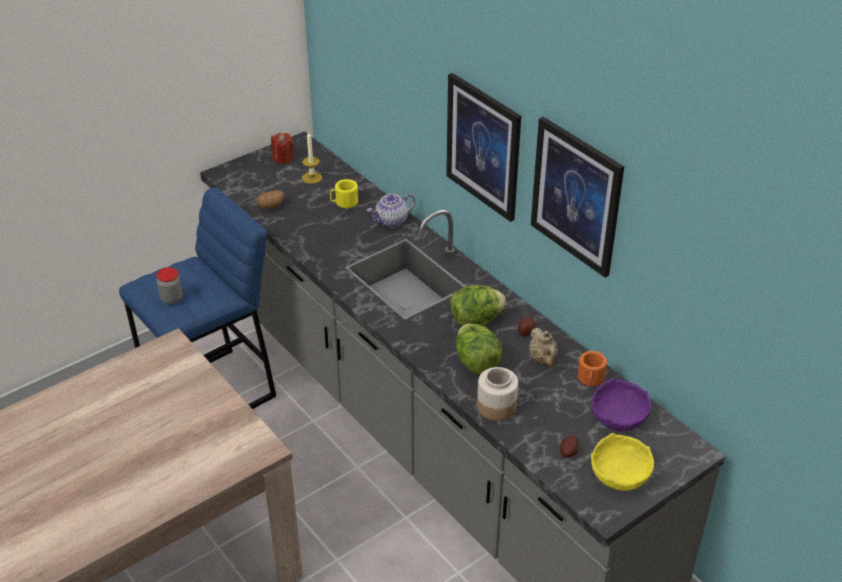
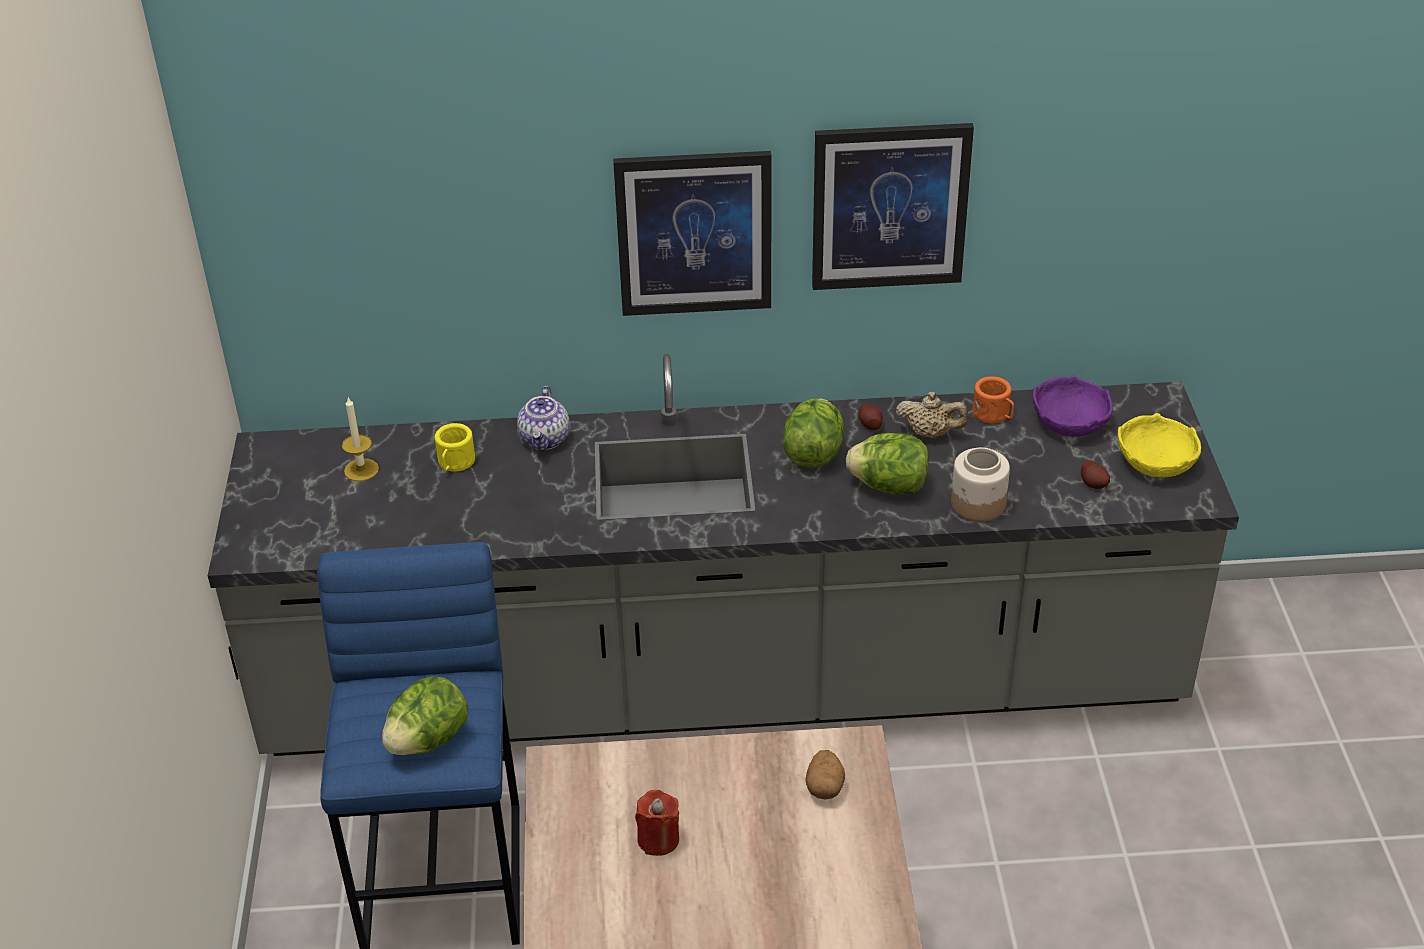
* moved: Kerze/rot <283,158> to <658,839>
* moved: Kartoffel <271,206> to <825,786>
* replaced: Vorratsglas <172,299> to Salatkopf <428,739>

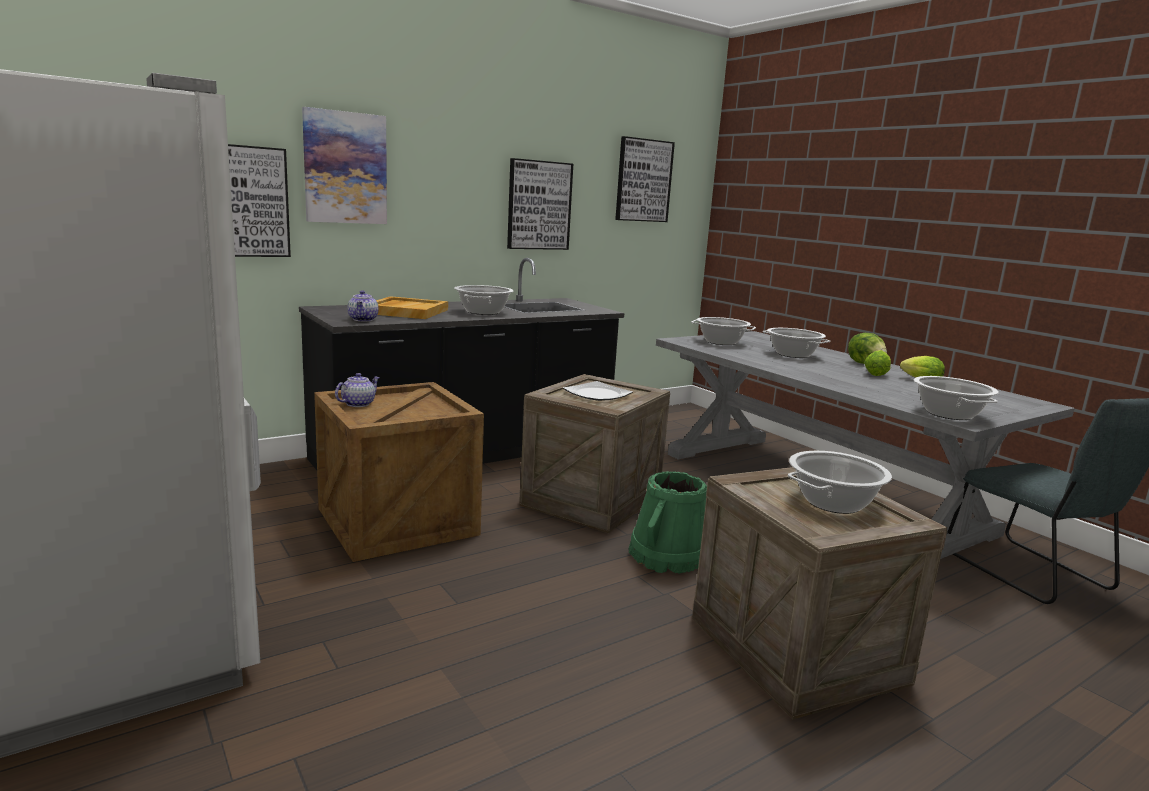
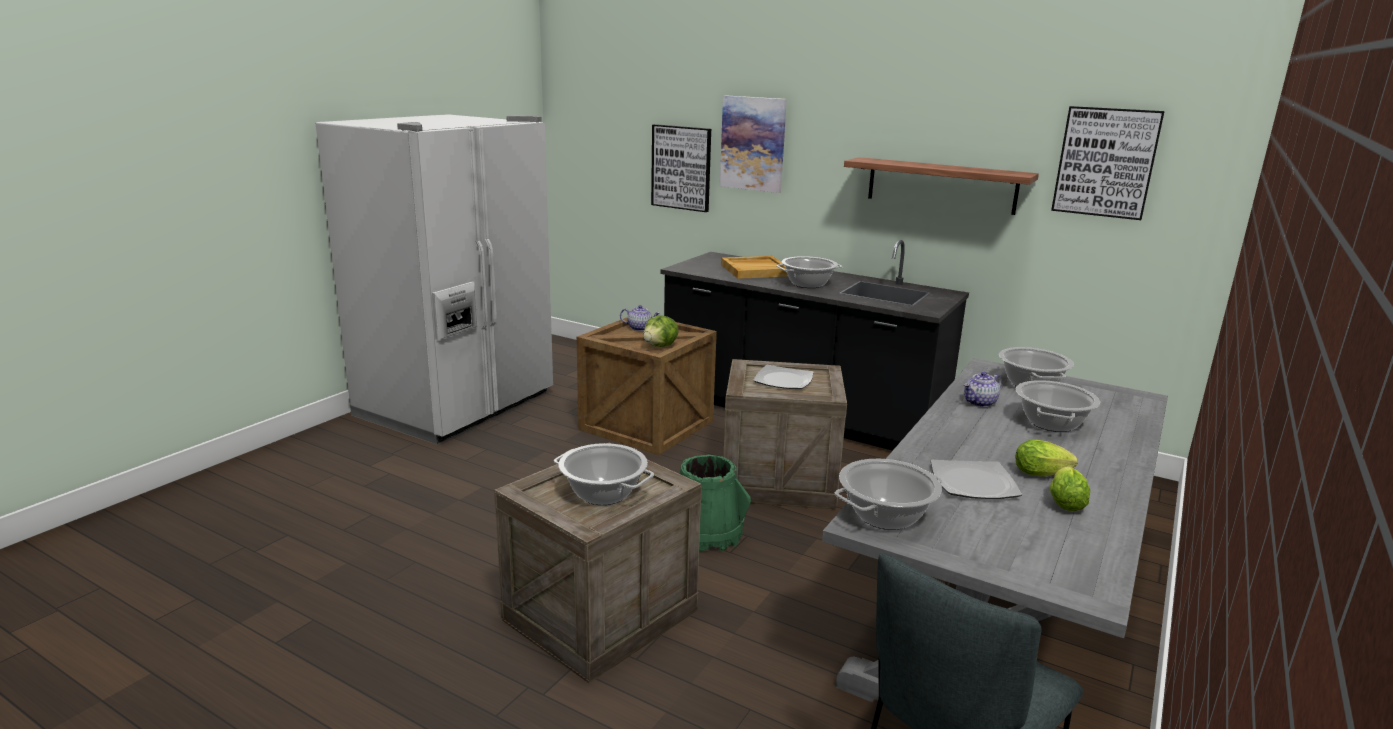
* replaced: Bild <539,205> to Wandregal <941,185>
* moved: Teekanne <363,319> to <980,403>
* moved: Salatkopf <865,363> to <660,346>
* added: Teller <974,482>

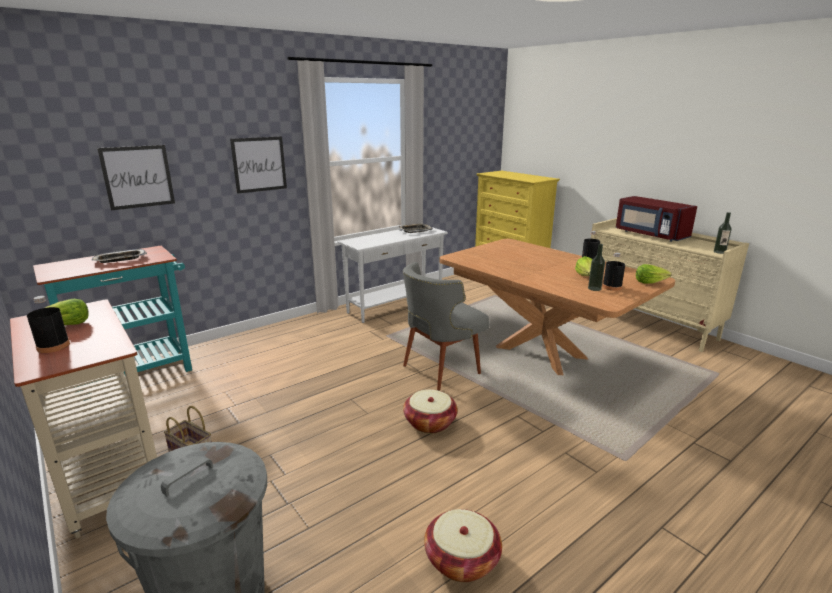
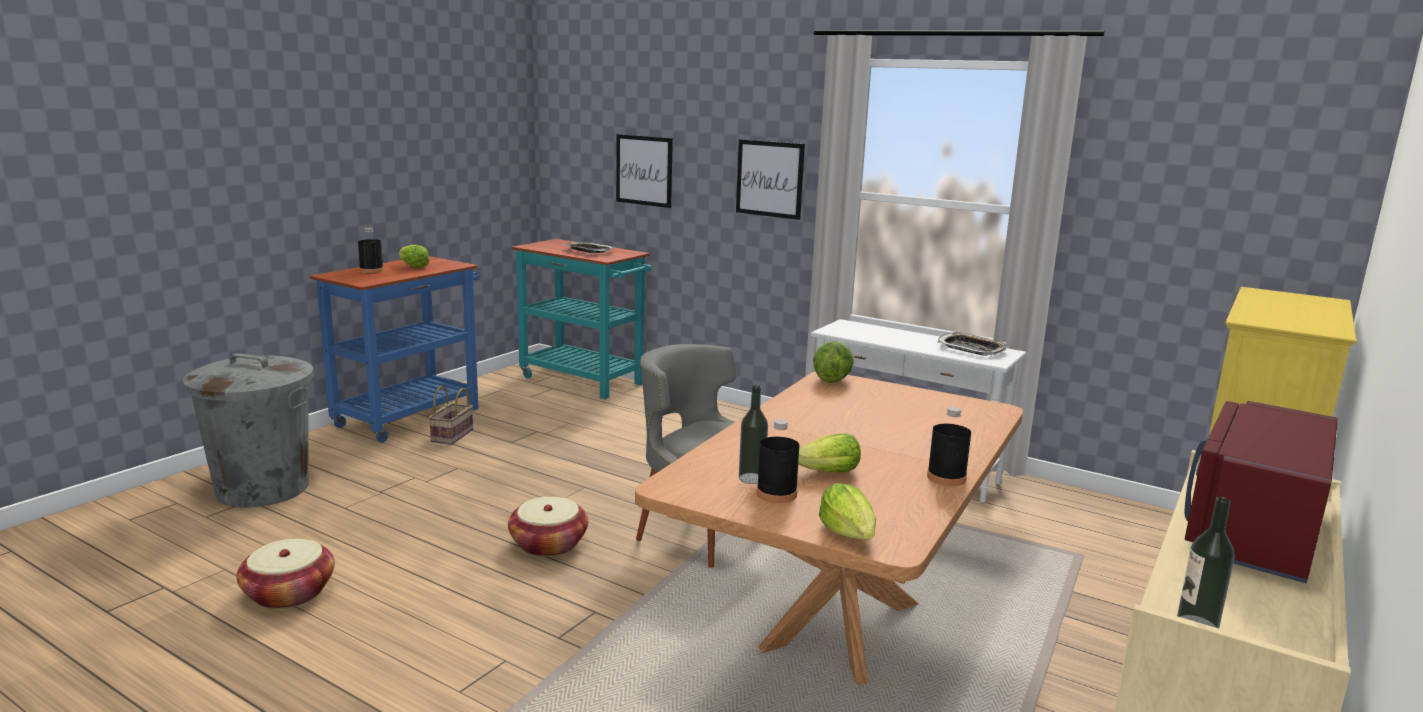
* recoloured: Rollwagen/beige <109,480> to Rollwagen/blau <409,417>
* added: Salatkopf <831,380>

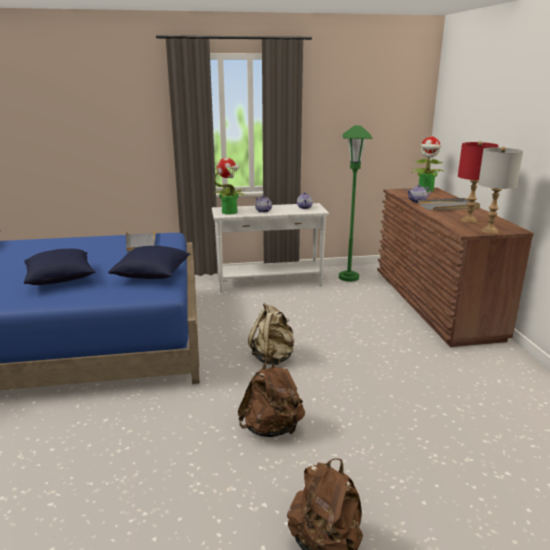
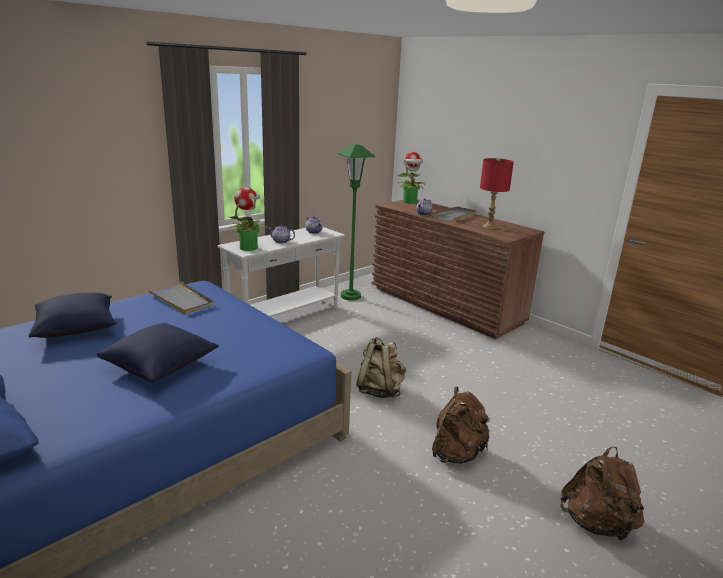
* removed: Tischlampe/grau <489,231>
* moved: Kissen/blau <153,275> to <77,329>

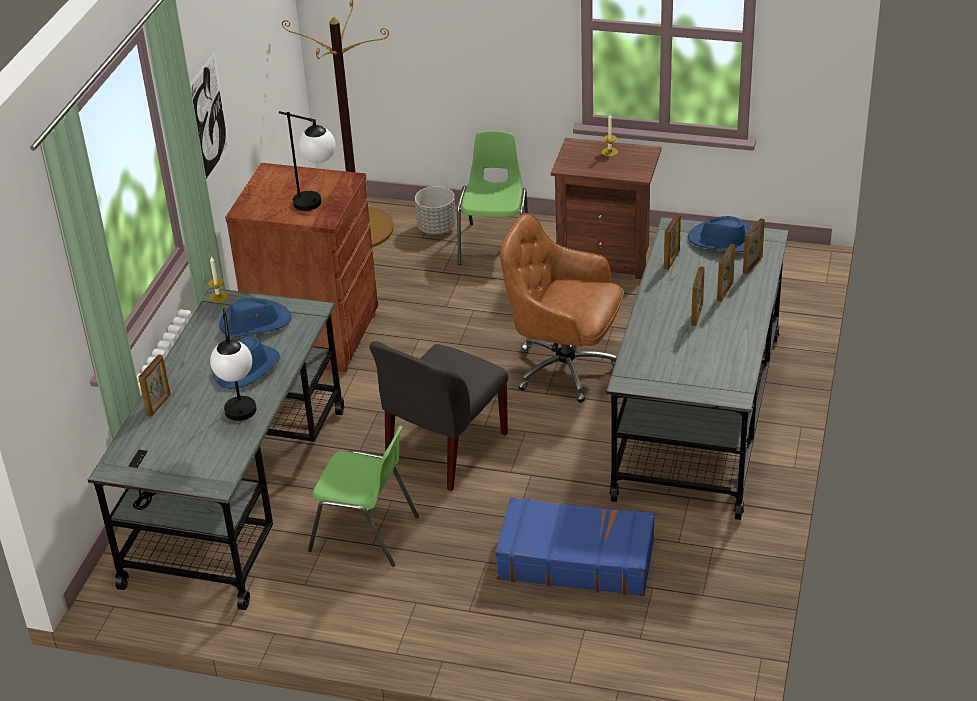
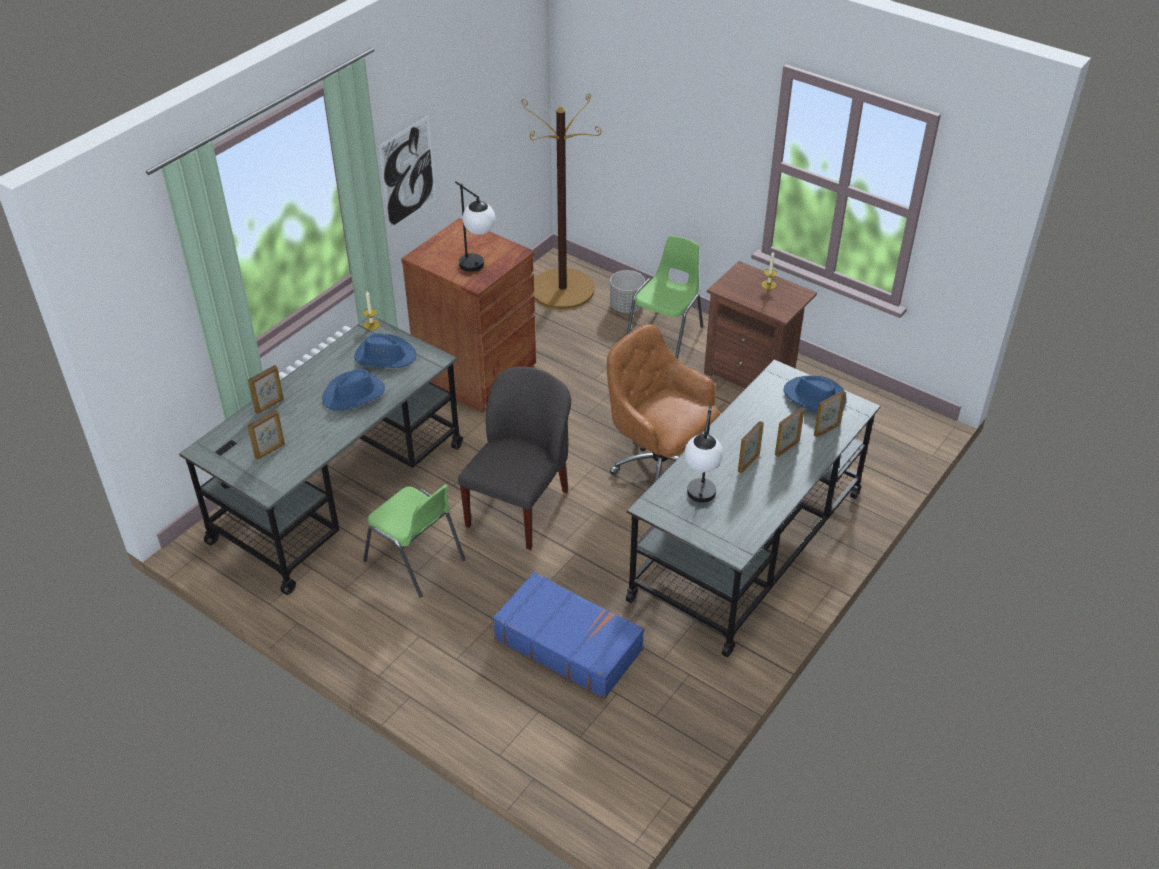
* moved: Bilderrahmen <672,260> to <270,451>
* moved: Tischlampe <242,419> to <700,500>
* turned: Stuhl/grau <444,450> = <519,507> 150 degrees clockwise

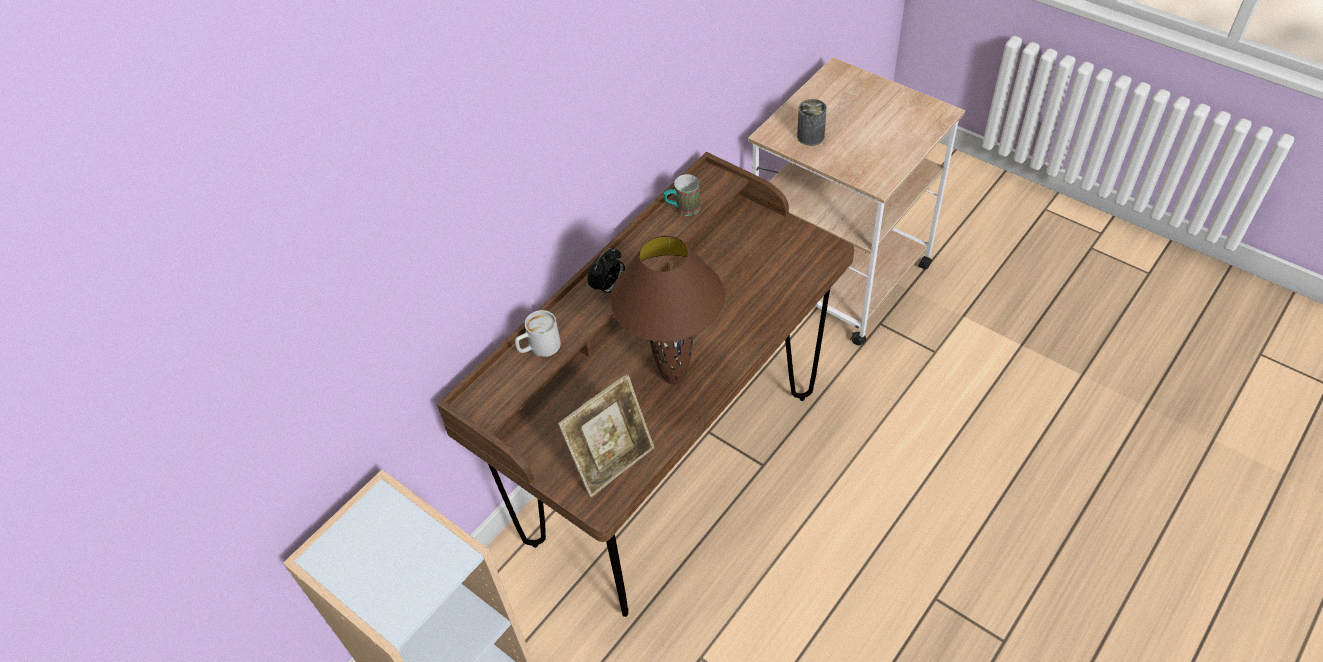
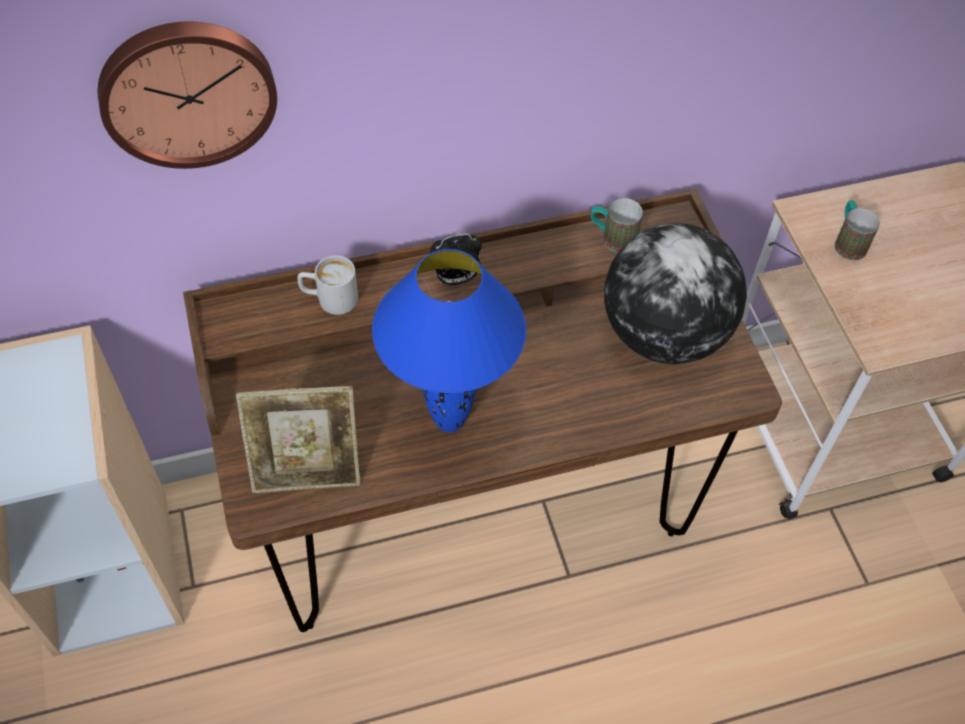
* replaced: Dose <810,136> to Henkelbecher <848,242>
* recoloured: Tischlampe/braun <673,377> to Tischlampe/blau <447,421>
* added: Wanduhr <187,91>
* added: Globus <664,335>

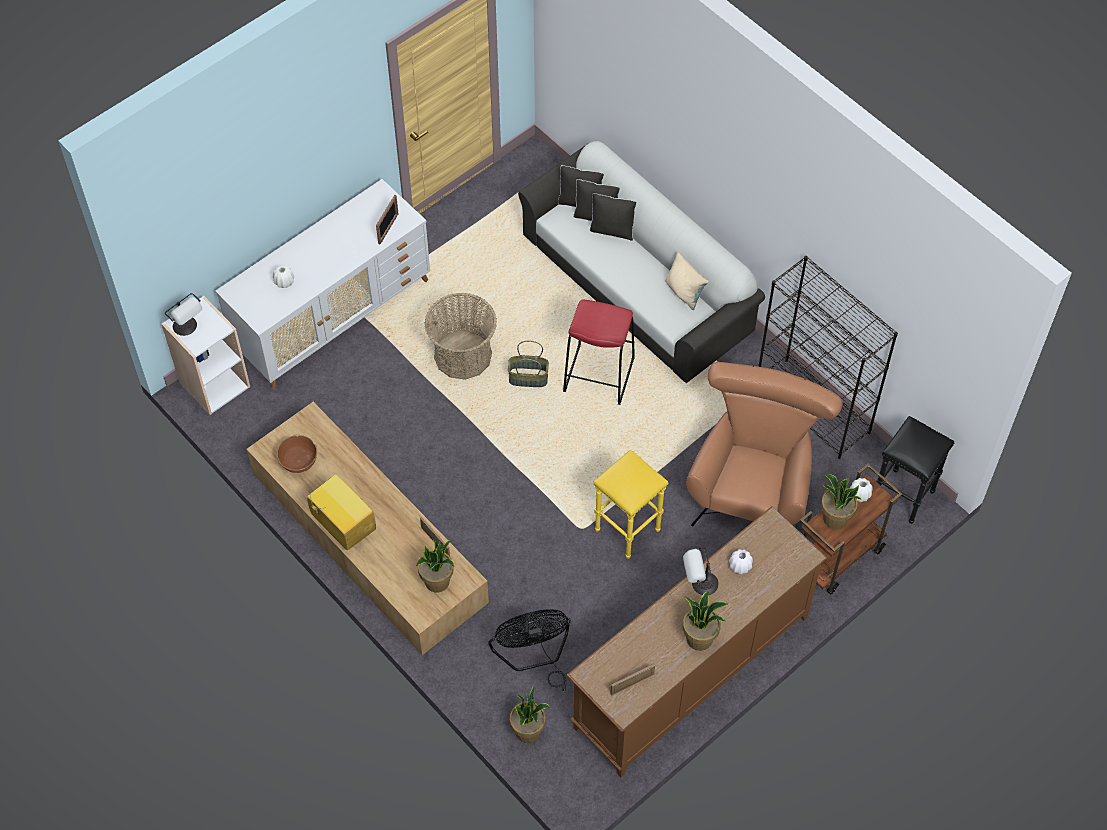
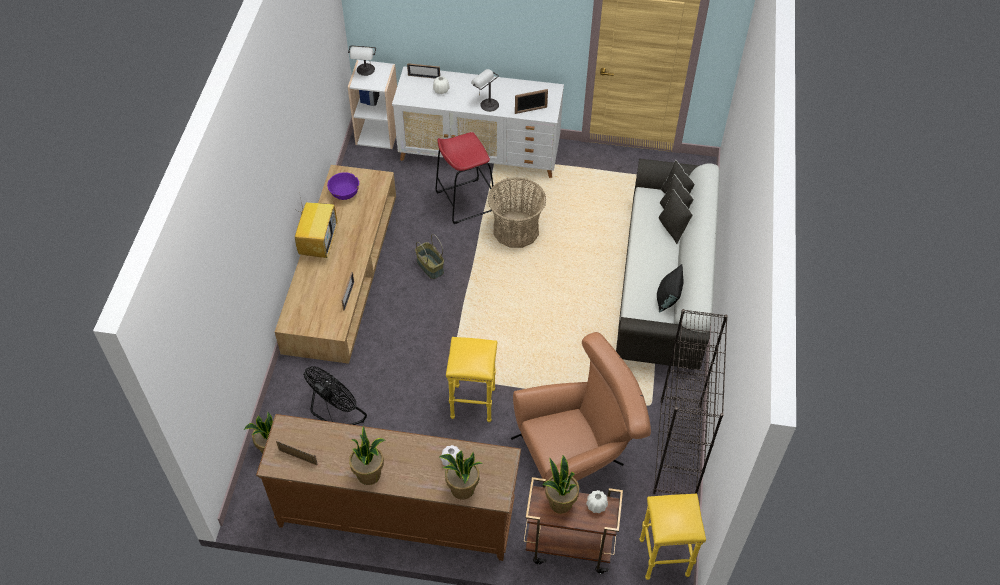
* recoloured: Kissen/beige <684,292> to Kissen/schwarz <668,298>
* moved: Hocker/rot <598,375> to <465,201>
* moved: Korb <528,378> to <429,266>
* recoloured: Hocker/schwarz <903,497> to Hocker/gelb <663,558>
* recoloured: Schüssel/braun <298,461> to Schüssel/lila <344,193>
* moved: Topfpflanze <437,582> to <462,489>
* moved: Tischlampe <699,584> to <486,103>
* added: Bilderrahmen <424,76>

